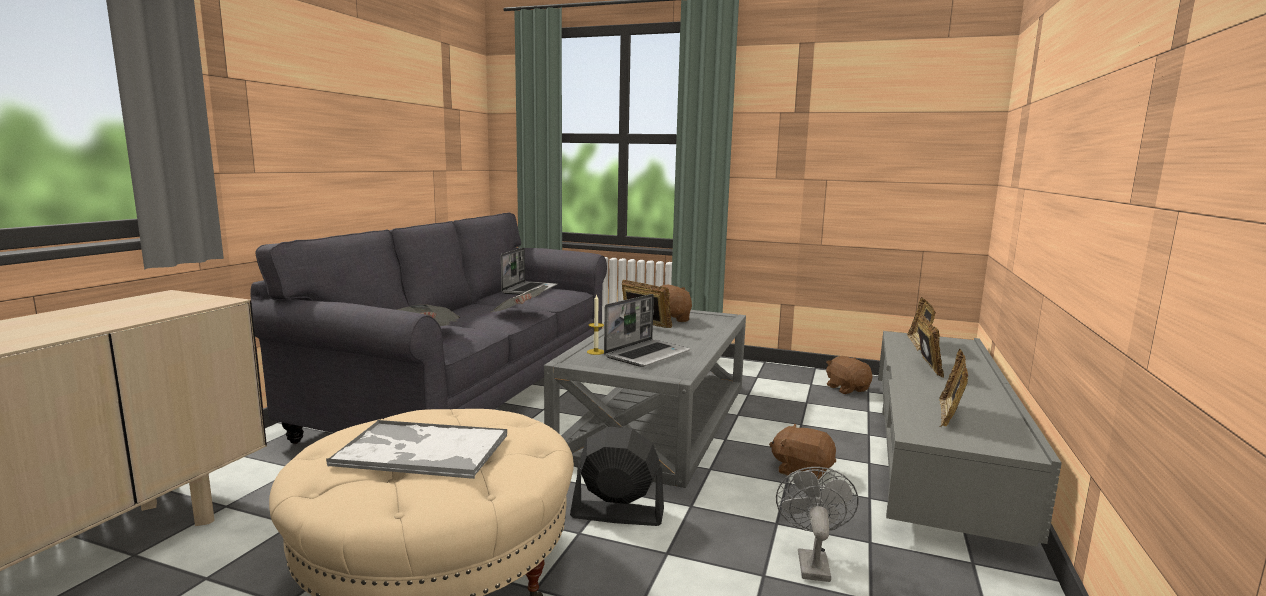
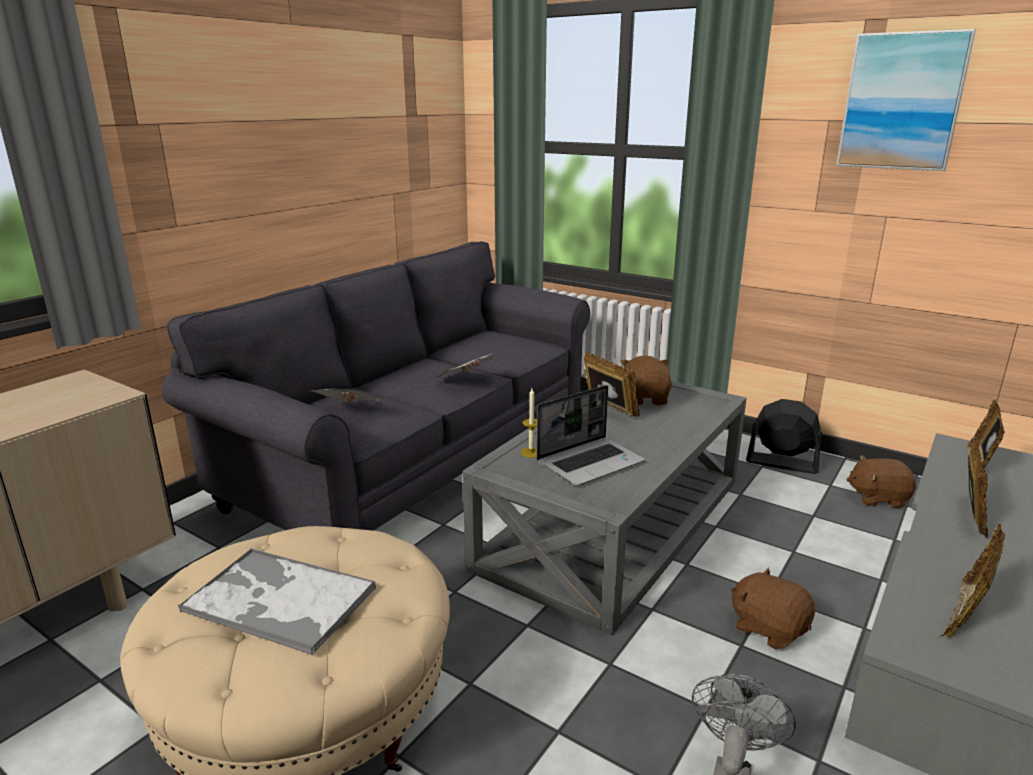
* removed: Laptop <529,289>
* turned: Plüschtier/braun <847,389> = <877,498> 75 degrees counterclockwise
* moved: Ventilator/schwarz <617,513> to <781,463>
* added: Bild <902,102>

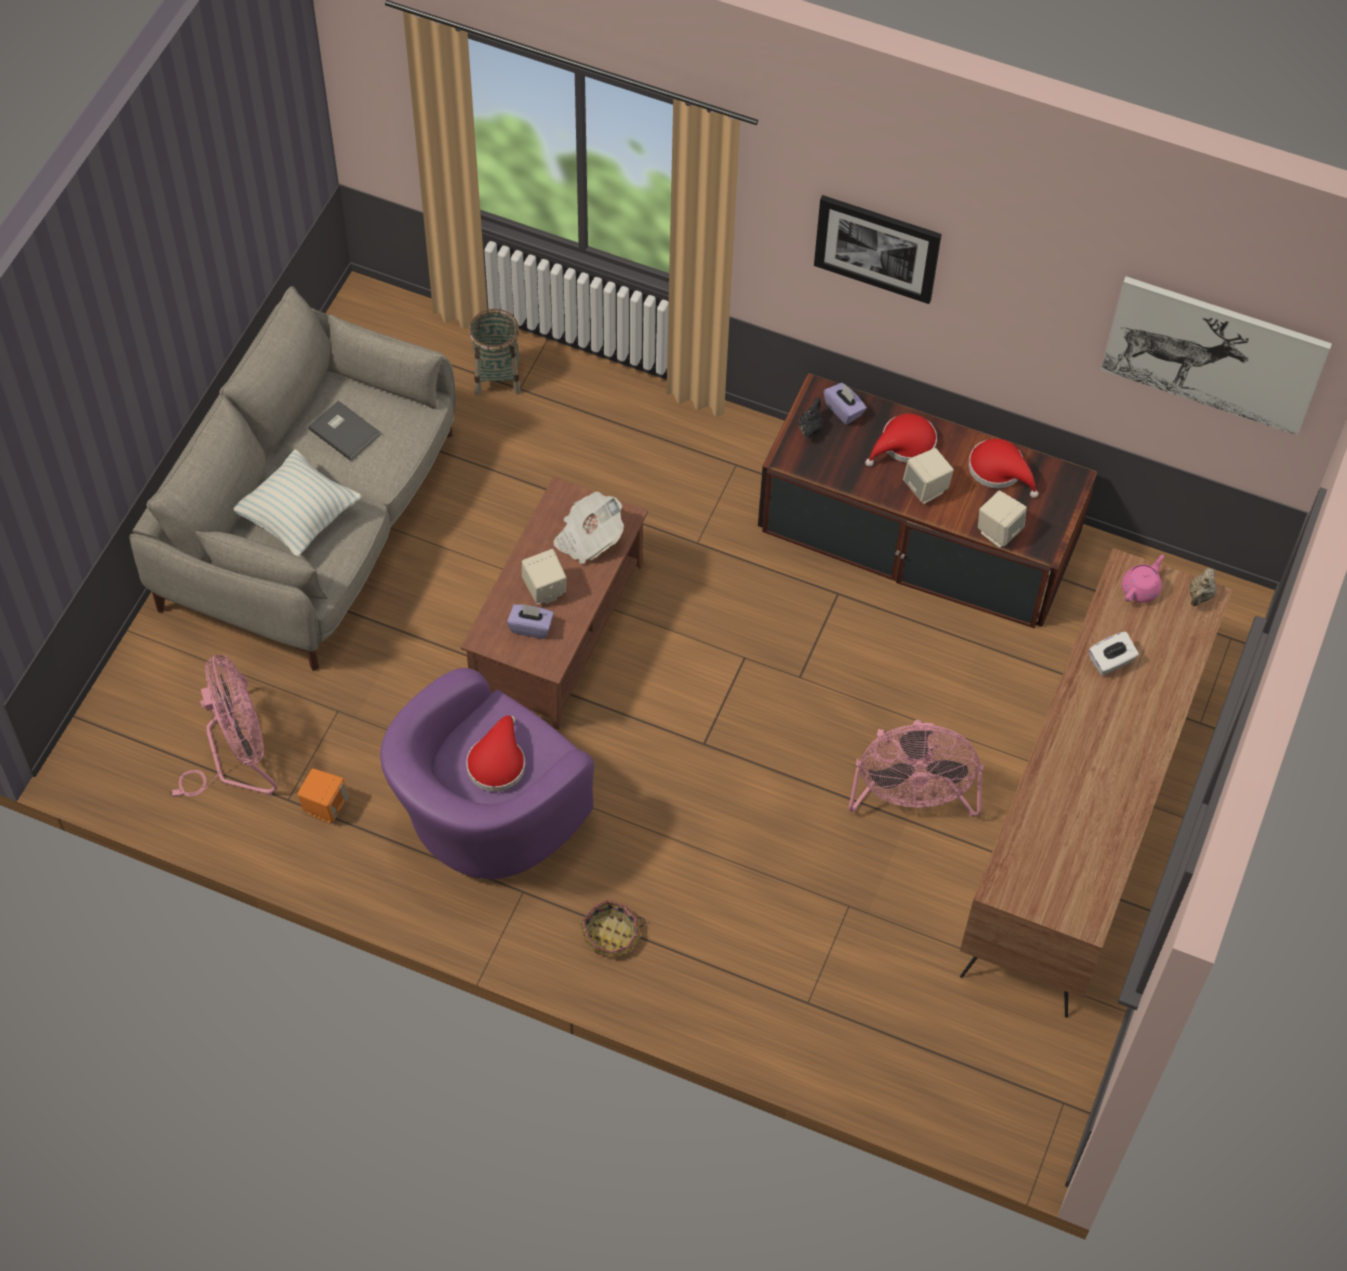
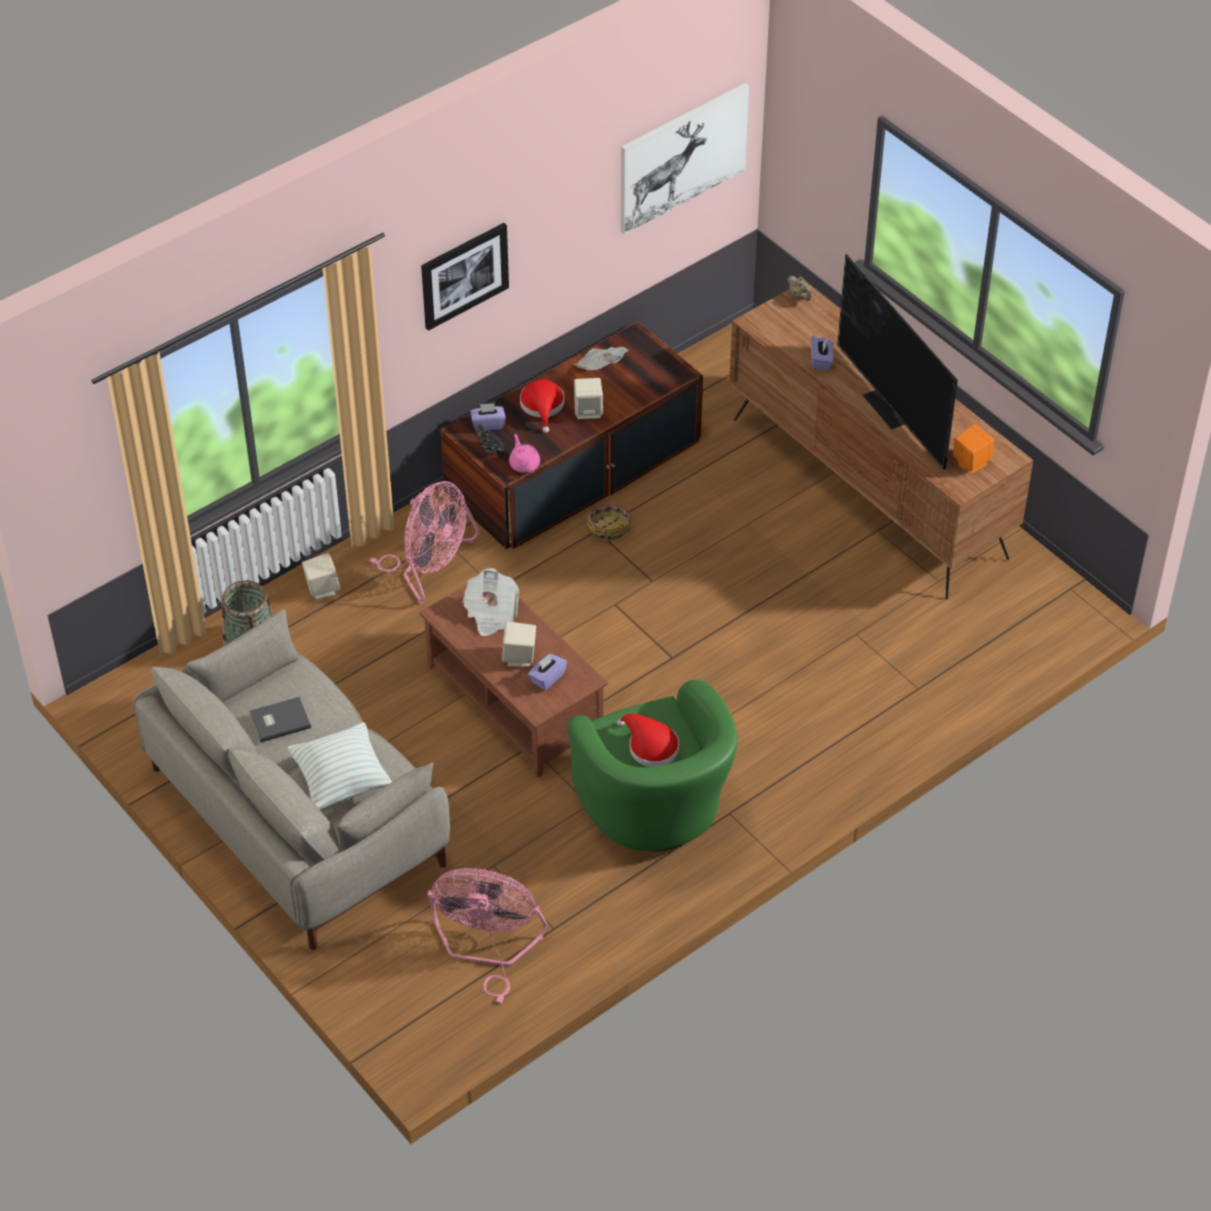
* replaced: Hut/rot <999,470> to Zeitung <601,368>
* moved: Lautsprecher/beige <998,531> to <322,588>
* moved: Teekanne/rosa <1140,588> to <524,464>
* recoloured: Taschentuchbox/weiß <1111,661> to Taschentuchbox/lila <821,361>
* recoloured: Sessel/lila <488,820> to Sessel/grün <654,810>
* moved: Ventilator/rosa <907,790> to <428,567>
* moved: Lautsprecher/orange <325,806> to <970,462>
* moved: Korb <611,935> to <610,527>
* added: Fernseher <890,407>

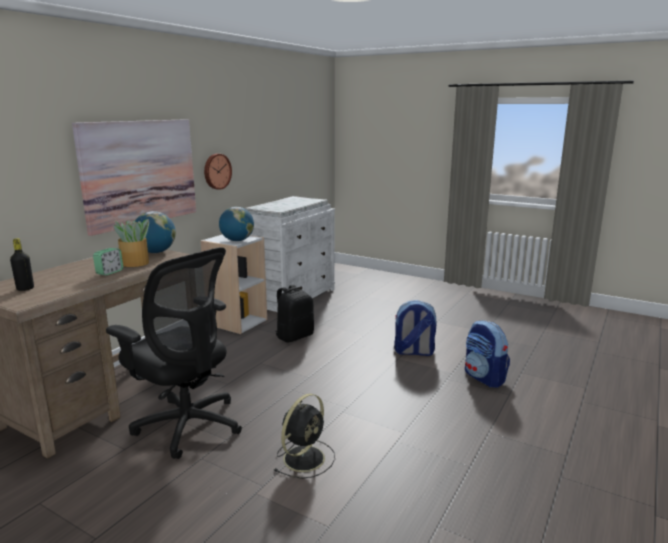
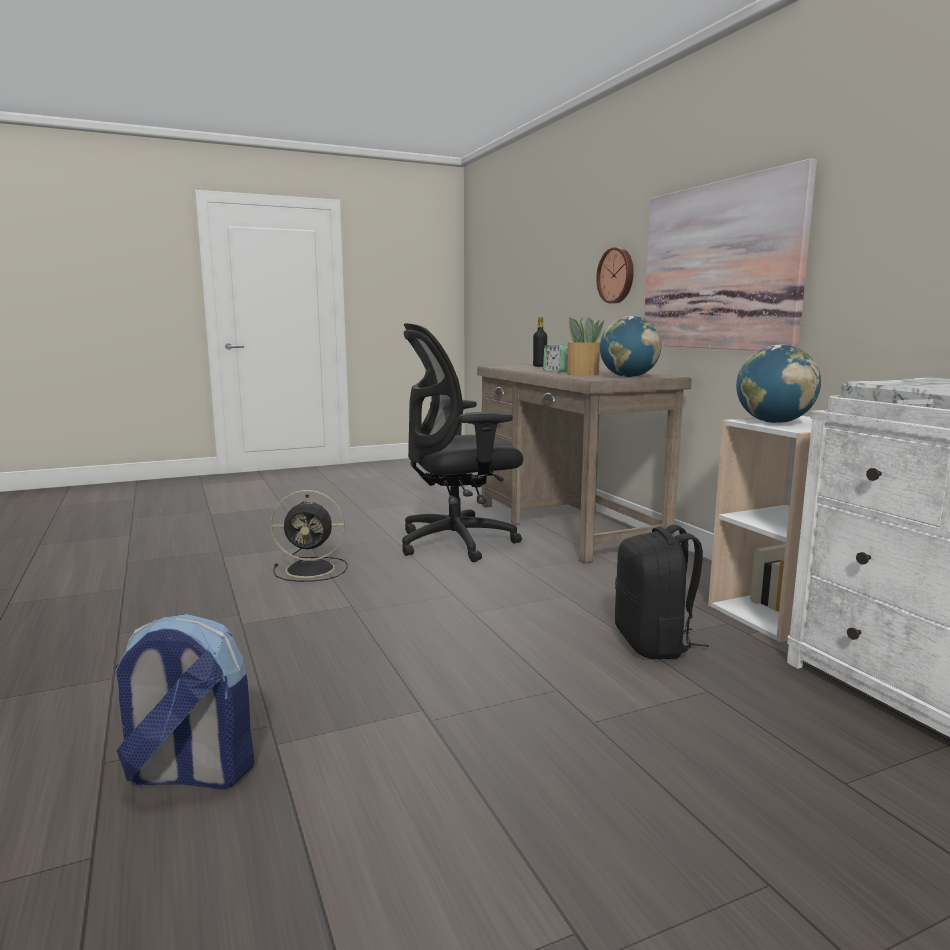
* moved: Wanduhr <216,171> to <617,275>
* removed: Rucksack <413,352>
* turned: Ventilator/schwarz <305,457> = <312,569> 75 degrees counterclockwise

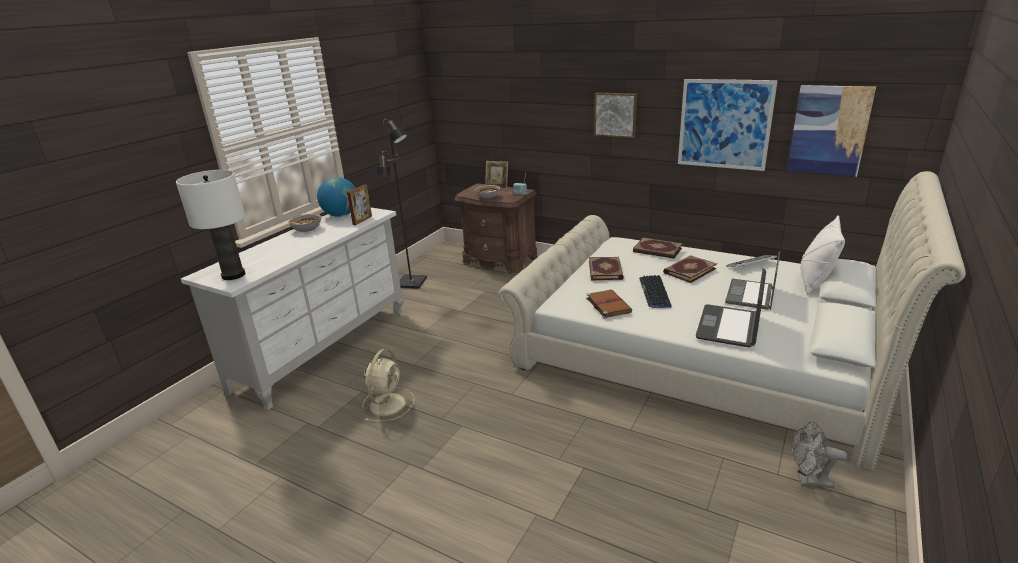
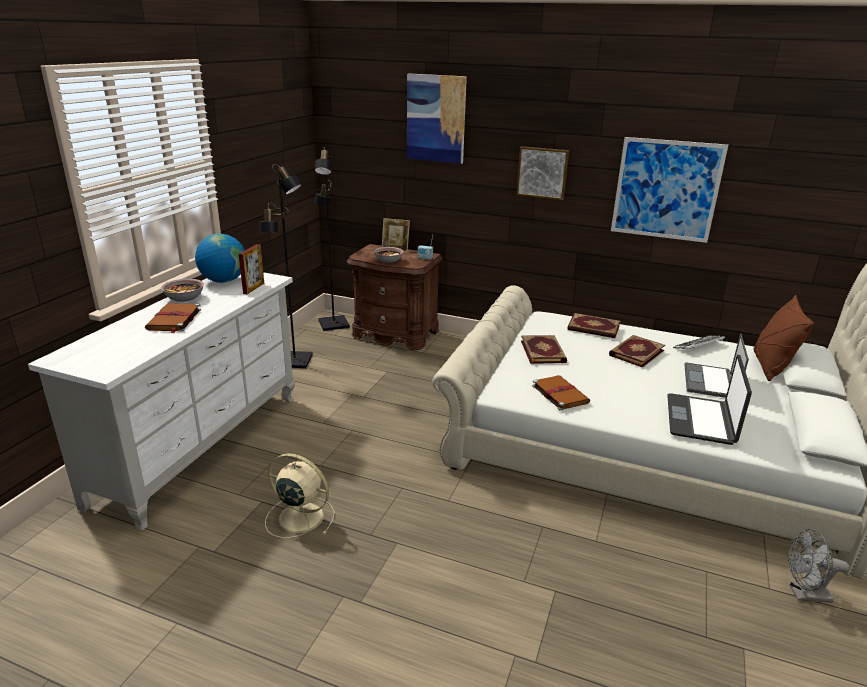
* moved: Bild <829,130> to <436,118>
* removed: Tischlampe/weiß <233,275>
* recoloured: Kissen/weiß <814,282> to Kissen/braun <770,367>
* removed: Tastatur <654,292>
* turned: Ventilator/beige <388,403> = <299,517> 75 degrees counterclockwise
* added: Stehlampe/schwarz <333,324>
* added: Buch/braun <174,320>

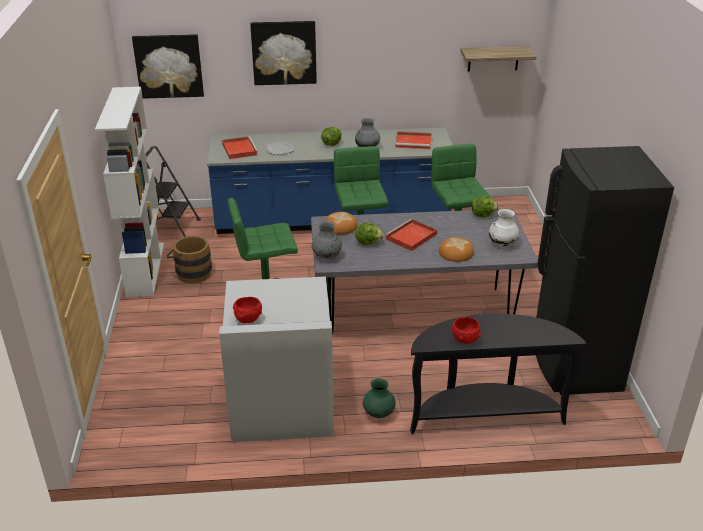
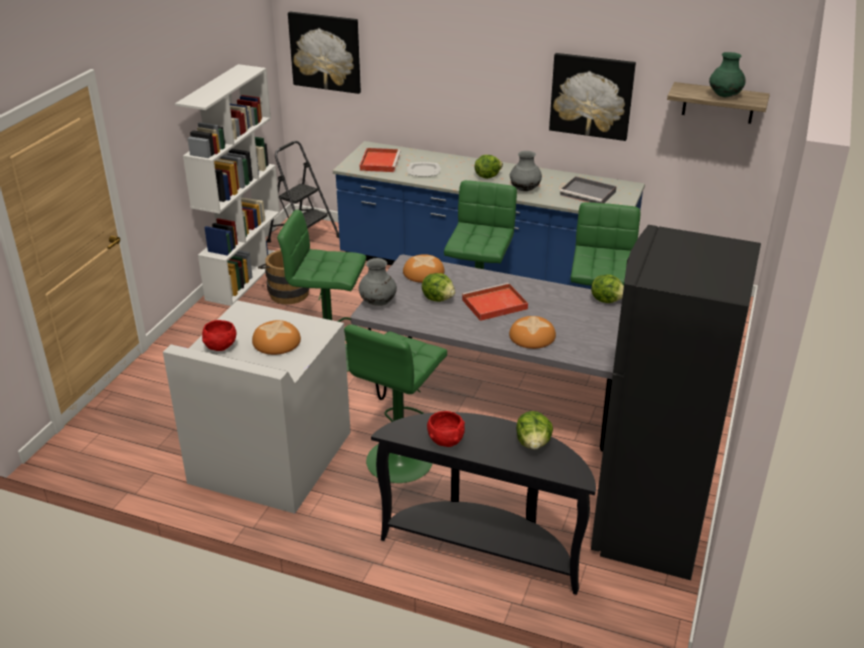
* moved: Bild <284,52> to <591,96>
* recoloured: Tablett/rot <414,142> to Tablett/grau <589,193>
* removed: Vase/weiß <502,244>
* moved: Vase/grün <379,413> to <724,96>
* added: Brot <277,342>
* added: Hocker/grün <398,461>
* added: Salatkopf <533,443>

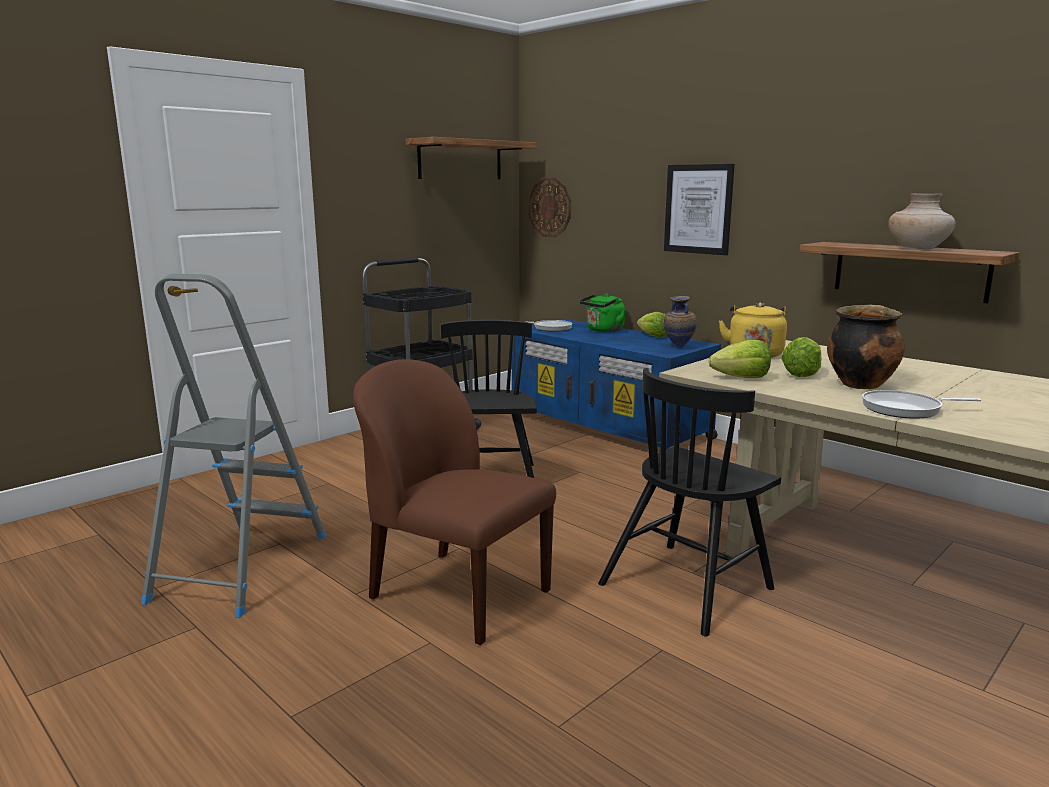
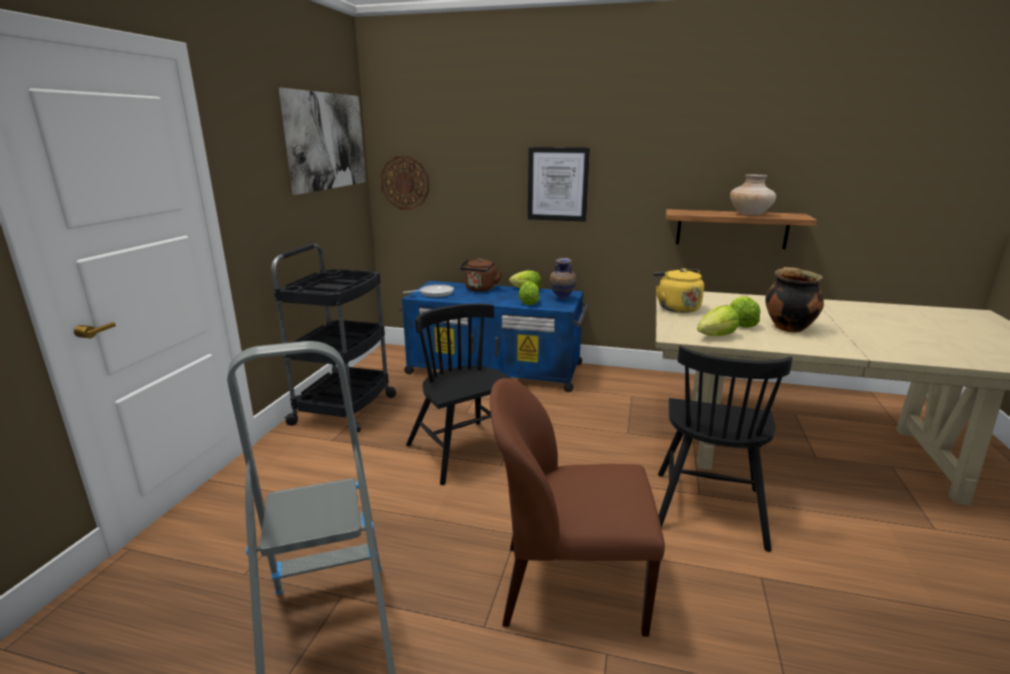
* replaced: Wandregal <460,160> to Bild <326,141>
* recoloured: Wasserkessel/grün <603,330> to Wasserkessel/braun <480,289>
* removed: Pfanne <906,409>
* added: Salatkopf <529,302>

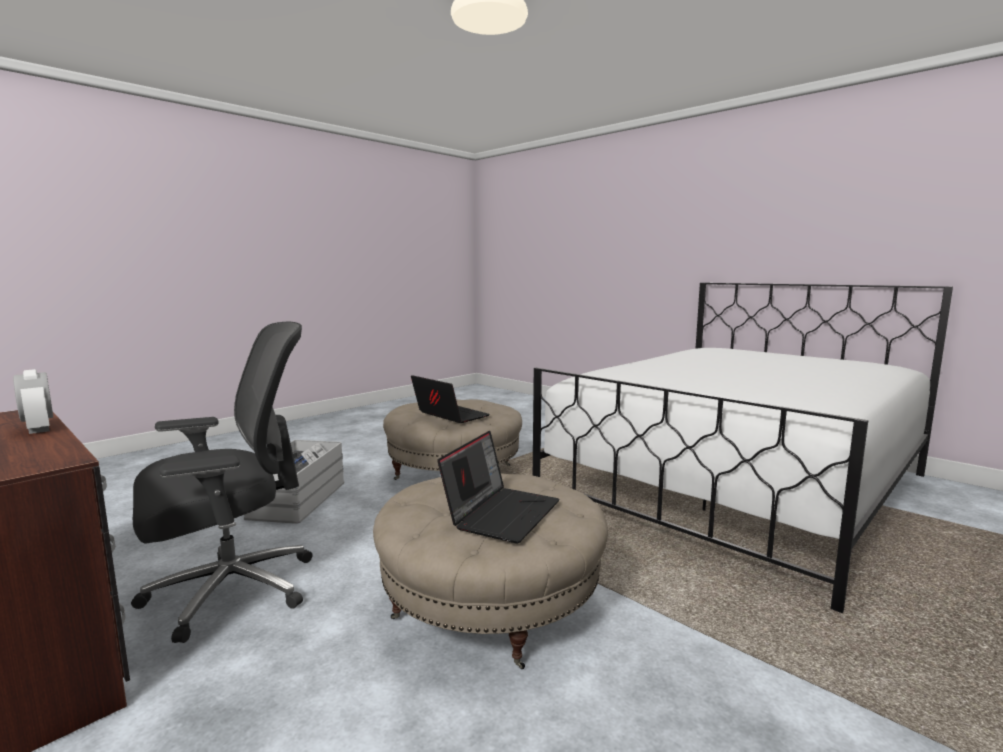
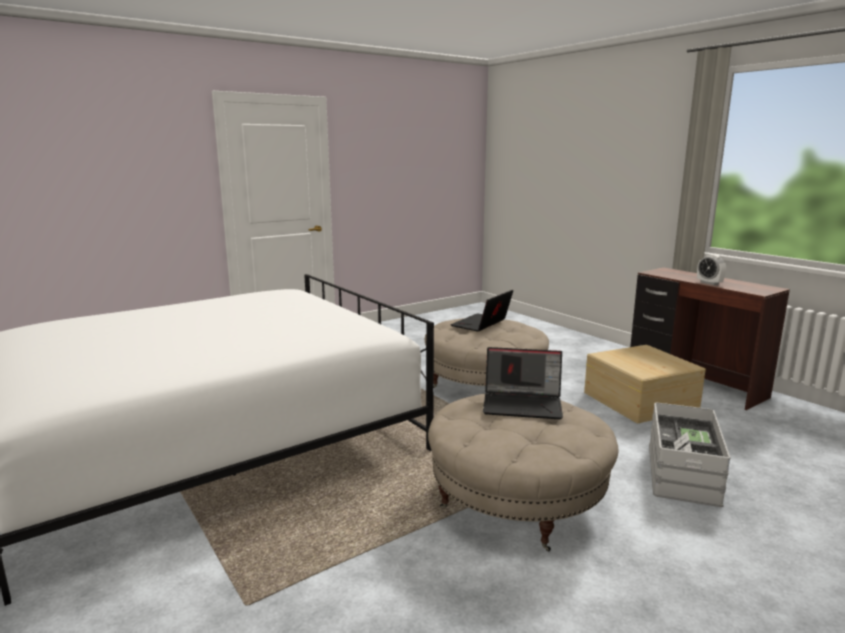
* replaced: Bürostuhl <230,593> to Aufbewahrungsbox/beige <639,400>
* turned: Laptop <449,415> = <523,404> 45 degrees counterclockwise

